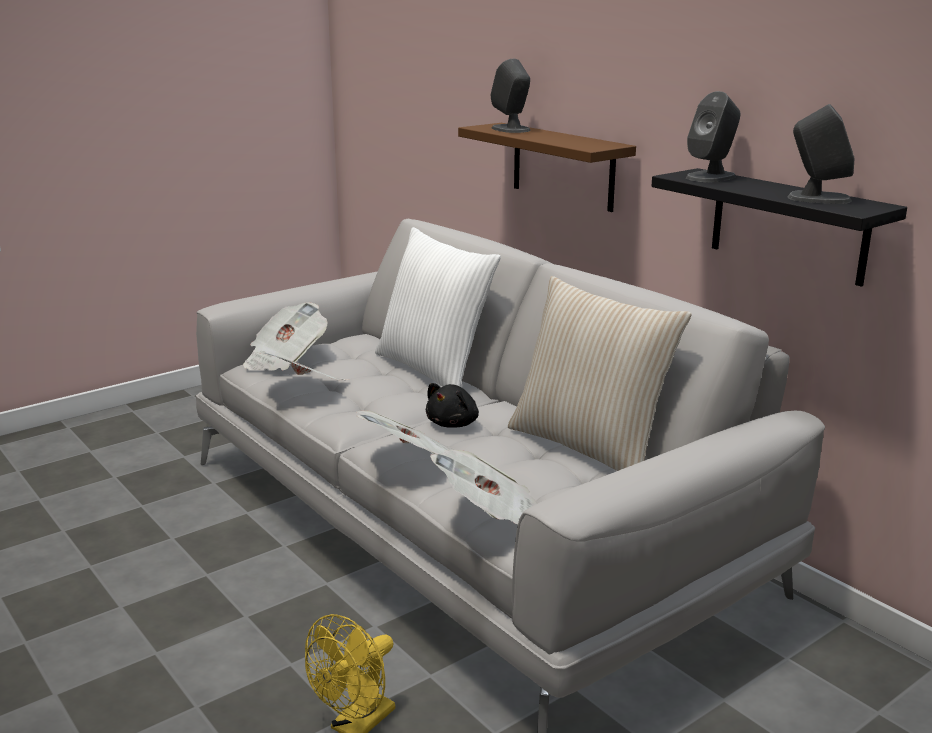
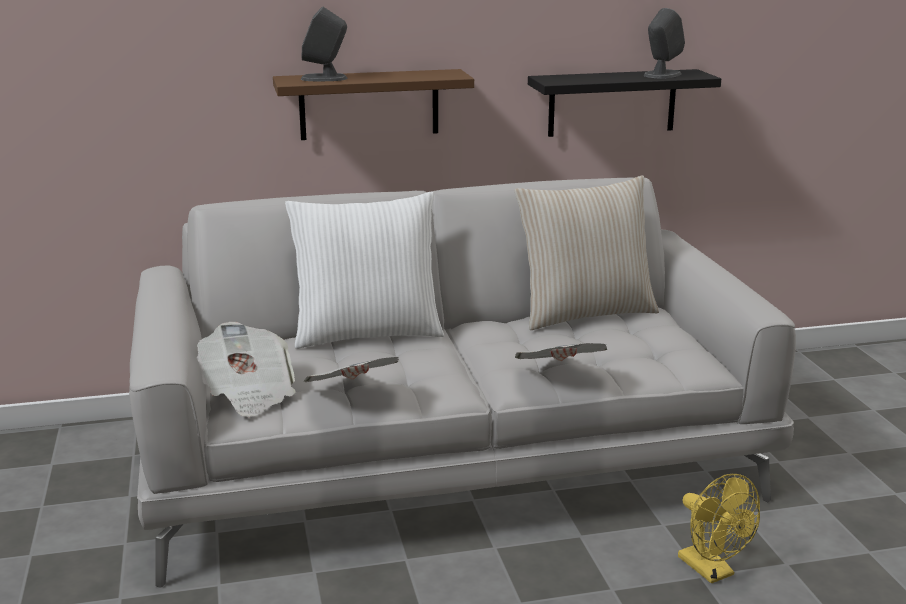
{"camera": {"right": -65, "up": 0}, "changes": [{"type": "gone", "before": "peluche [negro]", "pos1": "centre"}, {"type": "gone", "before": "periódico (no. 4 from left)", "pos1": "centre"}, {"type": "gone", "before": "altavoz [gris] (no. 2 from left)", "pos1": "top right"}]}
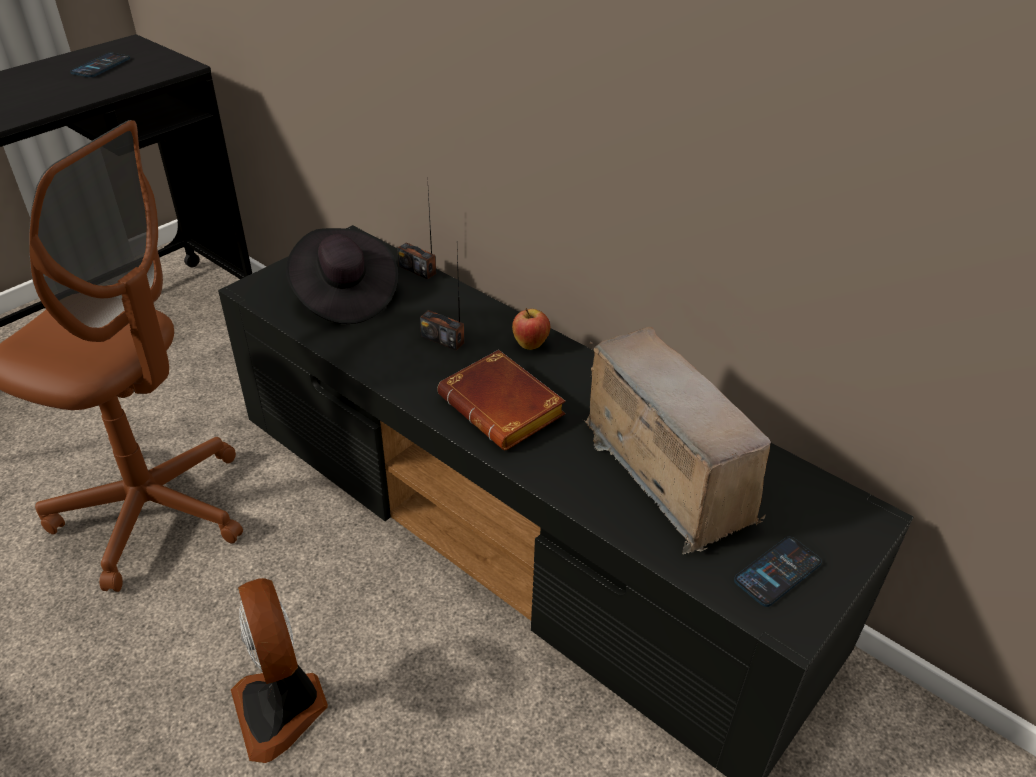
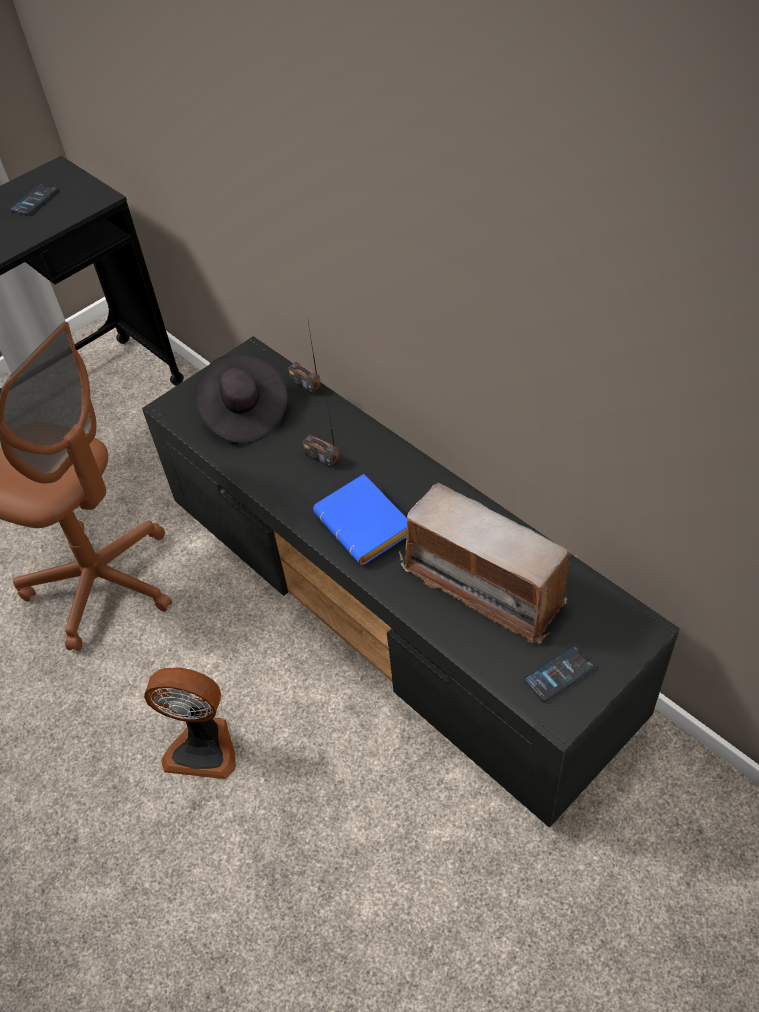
{"camera": {"right": 10, "up": 10}, "changes": [{"type": "rotated", "before": "ventilador", "pos1": "bottom left", "pos2": "bottom left", "turn": -60}, {"type": "repainted", "before": "libro [marrón]", "after": "libro [azul]", "pos1": "centre", "pos2": "centre"}, {"type": "rotated", "before": "radio (no. 3 from left)", "pos1": "centre", "pos2": "centre", "turn": 150}, {"type": "gone", "before": "manzana", "pos1": "centre"}]}
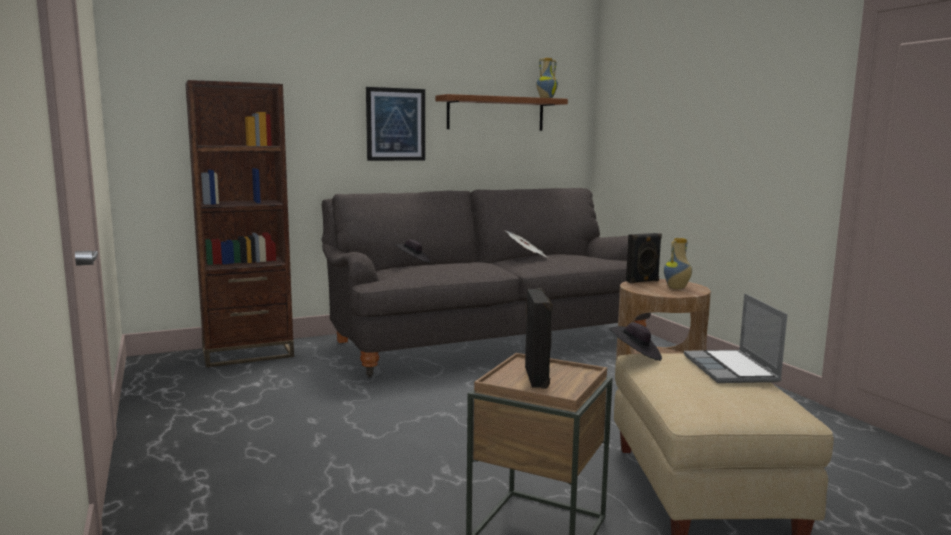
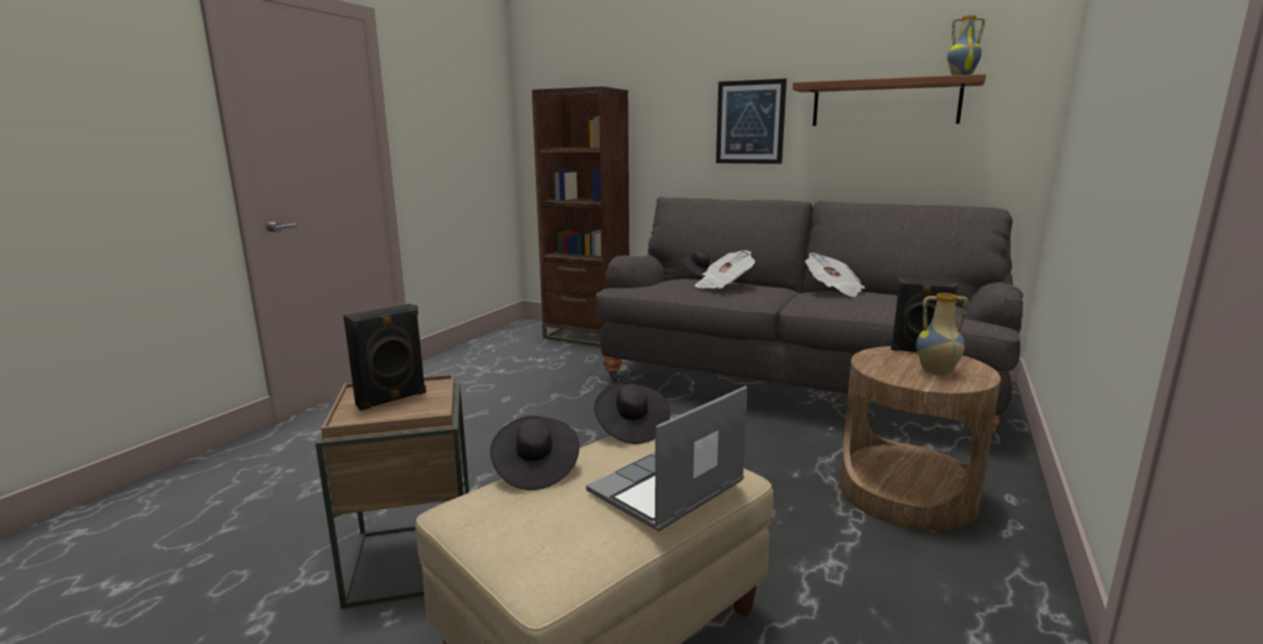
{"camera": {"right": 50, "up": 5}, "changes": [{"type": "new", "after": "sombrero [negro] (no. 1 from left)", "pos2": "bottom centre"}, {"type": "new", "after": "periódico (no. 1 from left)", "pos2": "centre"}]}
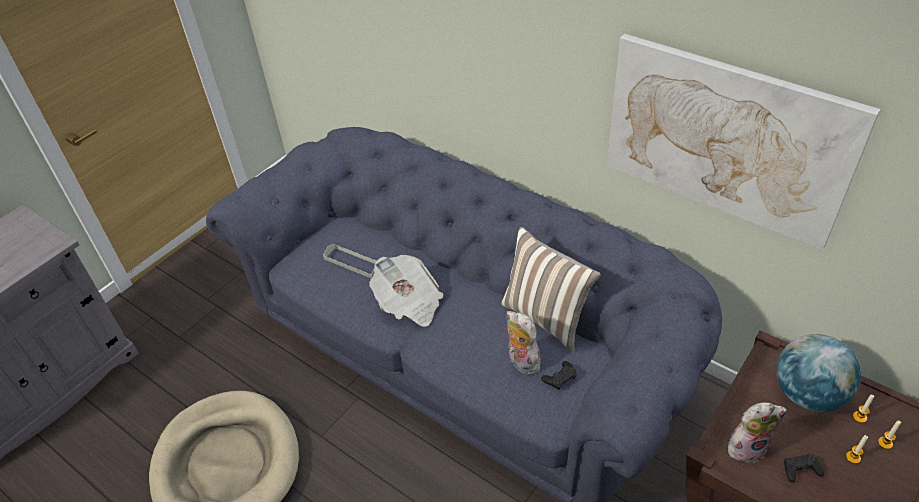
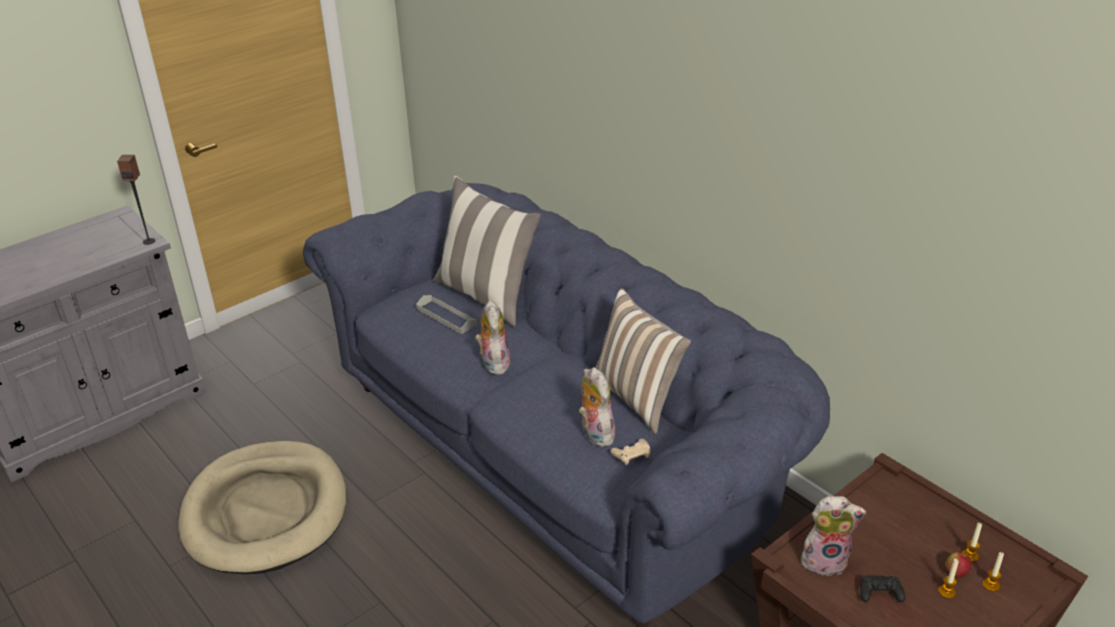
{"camera": {"right": 10, "up": -10}, "changes": [{"type": "new", "after": "altavoz", "pos2": "top left"}, {"type": "new", "after": "cojín (no. 1 from left)", "pos2": "centre"}, {"type": "swapped", "before": "periódico", "after": "peluche (no. 1 from left)", "pos1": "centre", "pos2": "centre"}, {"type": "repainted", "before": "mando de consola [negro] (no. 1 from left)", "after": "mando de consola [beis]", "pos1": "bottom centre", "pos2": "bottom centre"}, {"type": "new", "after": "manzana", "pos2": "bottom right"}, {"type": "gone", "before": "cuadro", "pos1": "top right"}, {"type": "gone", "before": "globo terráqueo", "pos1": "bottom right"}]}
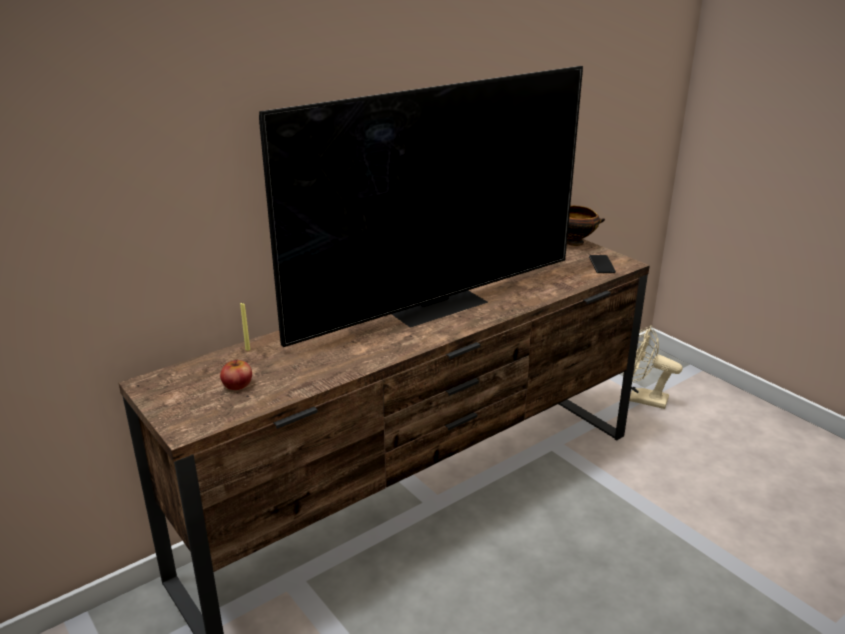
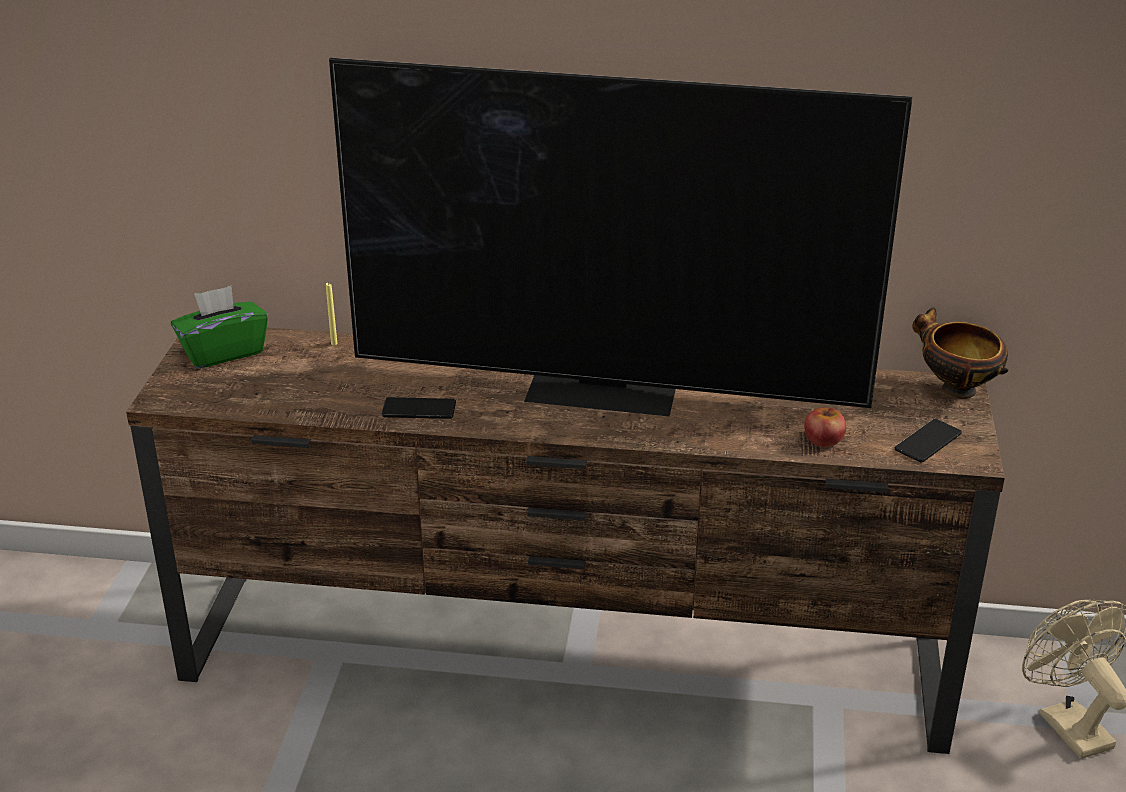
{"camera": {"right": 45, "up": 5}, "changes": [{"type": "new", "after": "caja de pañuelos [verde]", "pos2": "middle left"}, {"type": "new", "after": "móvil (no. 1 from left)", "pos2": "centre"}, {"type": "shifted", "before": "manzana", "pos1": "middle left", "pos2": "middle right"}]}
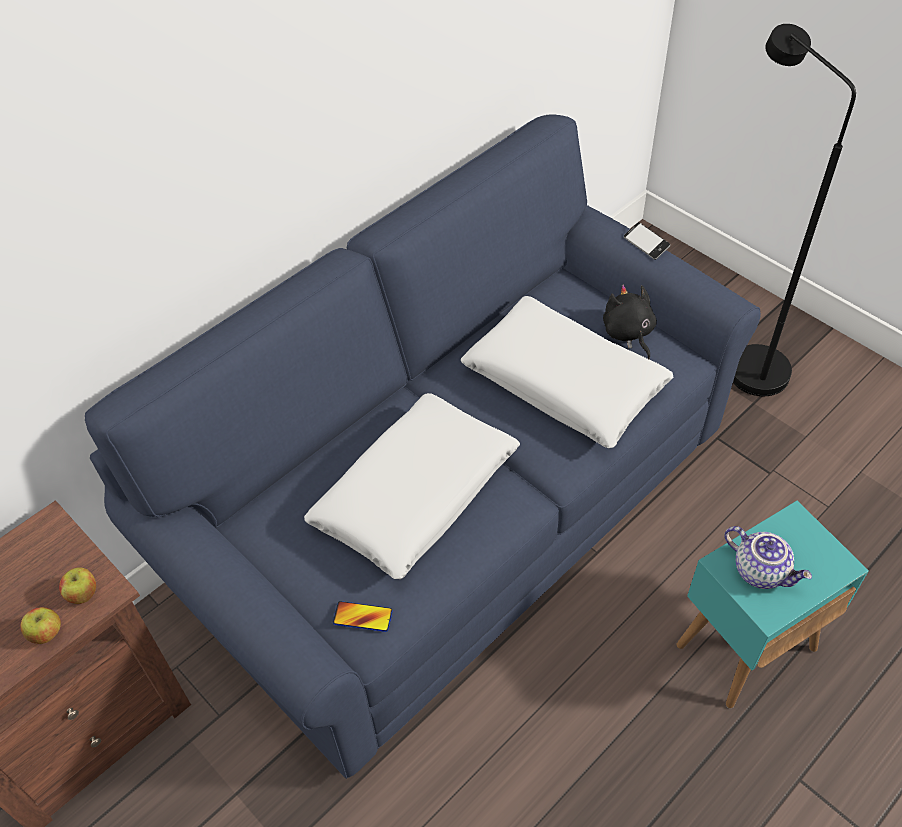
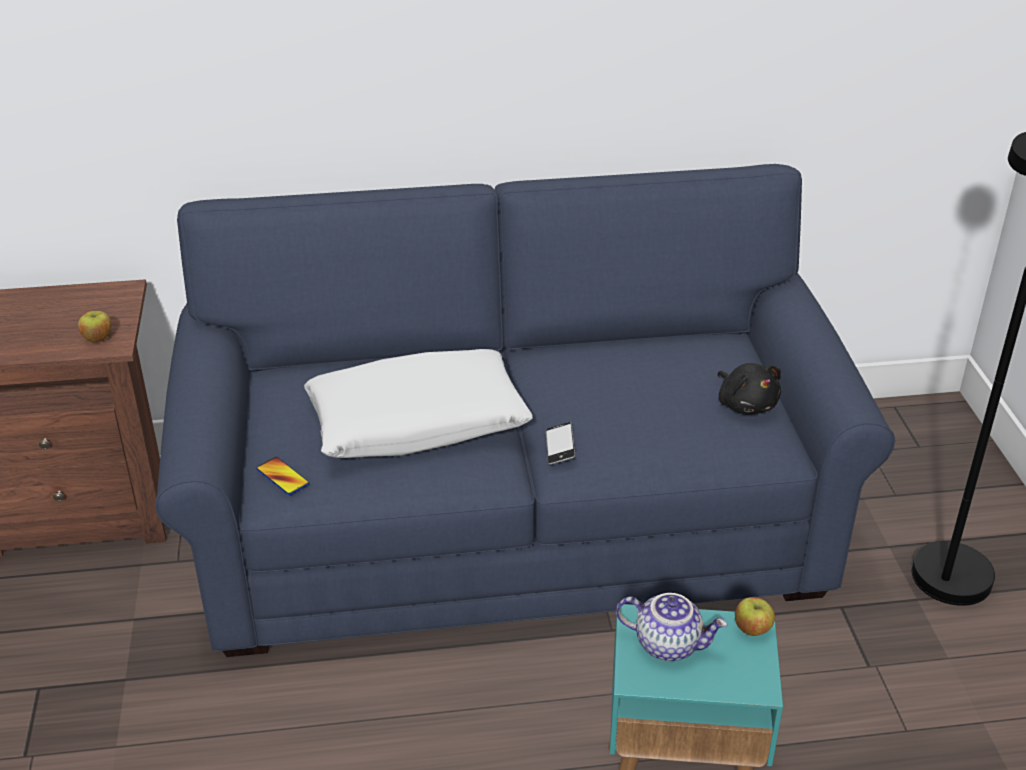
{"camera": {"right": 35, "up": -15}, "changes": [{"type": "shifted", "before": "móvil (no. 2 from left)", "pos1": "top right", "pos2": "centre"}, {"type": "rotated", "before": "tetera", "pos1": "bottom right", "pos2": "bottom centre", "turn": -60}, {"type": "rotated", "before": "peluche [negro]", "pos1": "middle right", "pos2": "middle right", "turn": 135}, {"type": "shifted", "before": "manzana (no. 1 from left in the first image)", "after": "manzana (no. 2 from left)", "pos1": "bottom left", "pos2": "bottom right"}, {"type": "gone", "before": "cojín [blanco] (no. 2 from left)", "pos1": "centre"}]}
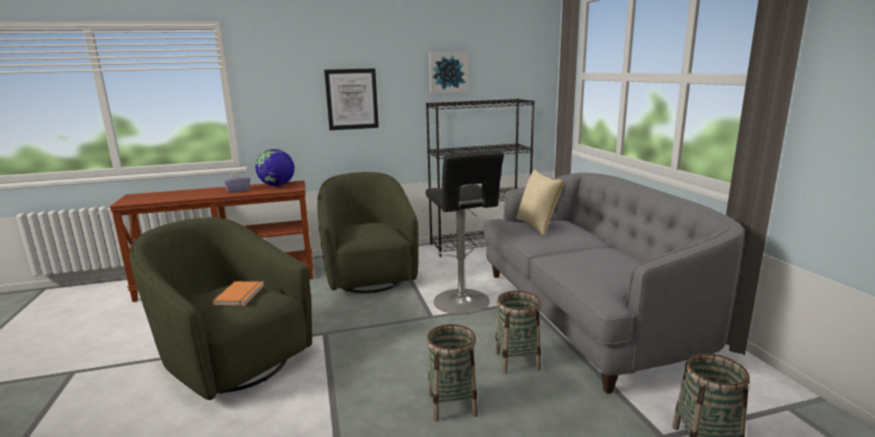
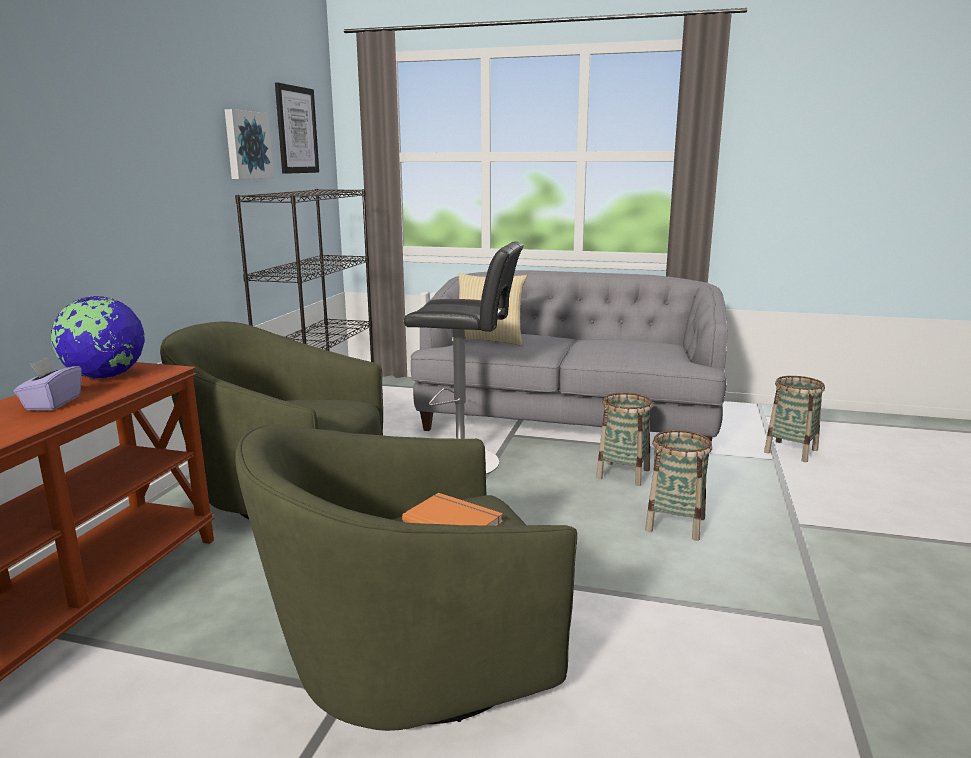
{"camera": {"right": -60, "up": 0}, "changes": [{"type": "shifted", "before": "cuadro (no. 1 from left in the first image)", "after": "cuadro (no. 2 from left)", "pos1": "top centre", "pos2": "top left"}]}
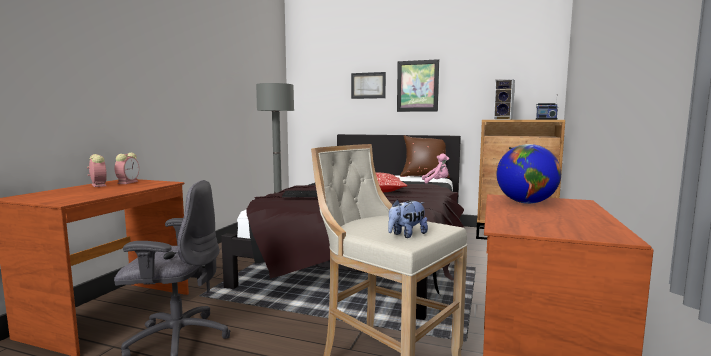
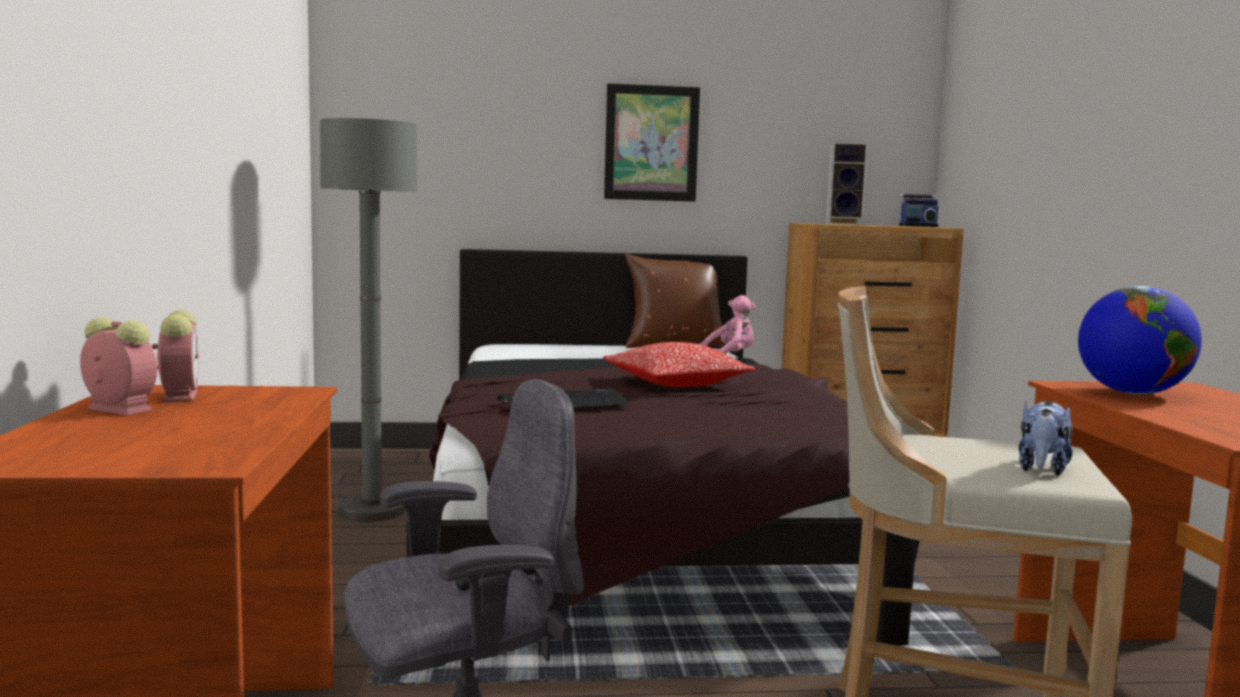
{"camera": {"right": -25, "up": 0}, "changes": [{"type": "gone", "before": "cuadro (no. 1 from left)", "pos1": "top centre"}]}
